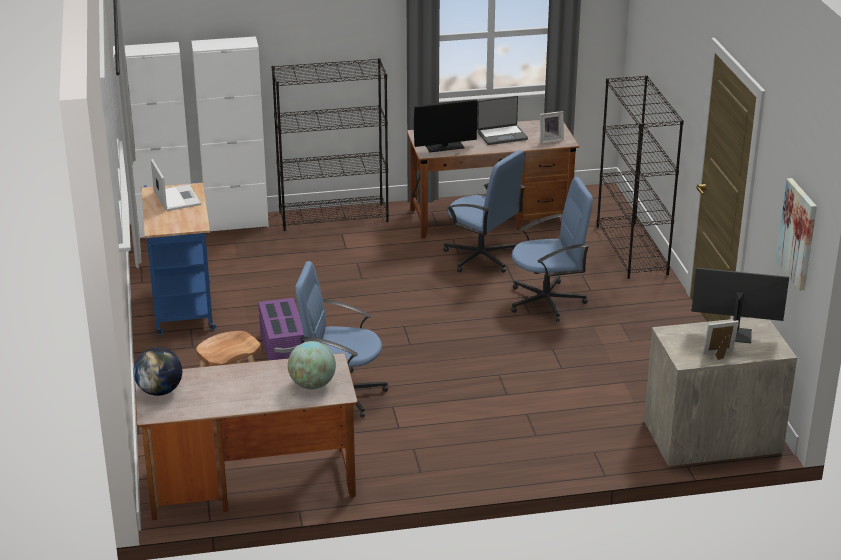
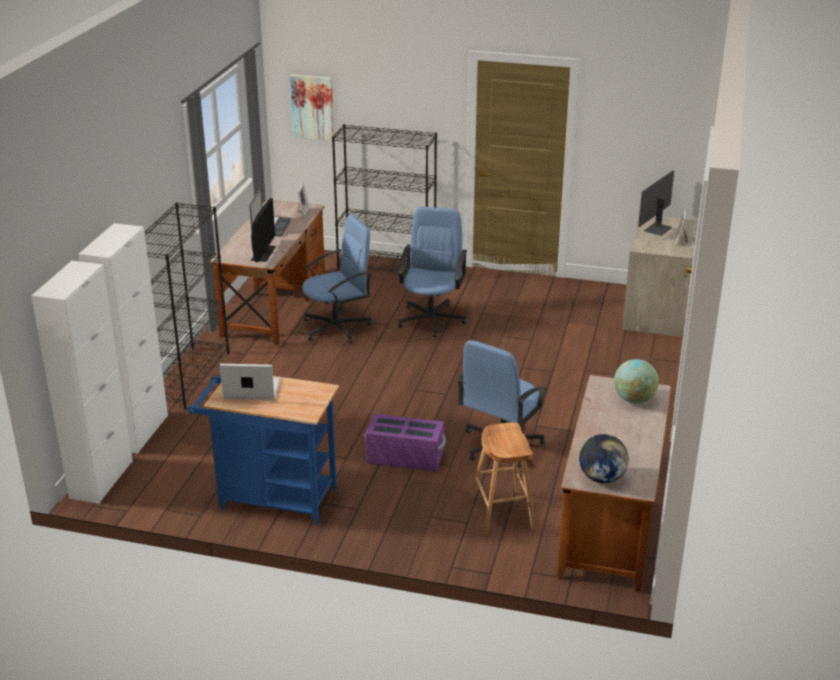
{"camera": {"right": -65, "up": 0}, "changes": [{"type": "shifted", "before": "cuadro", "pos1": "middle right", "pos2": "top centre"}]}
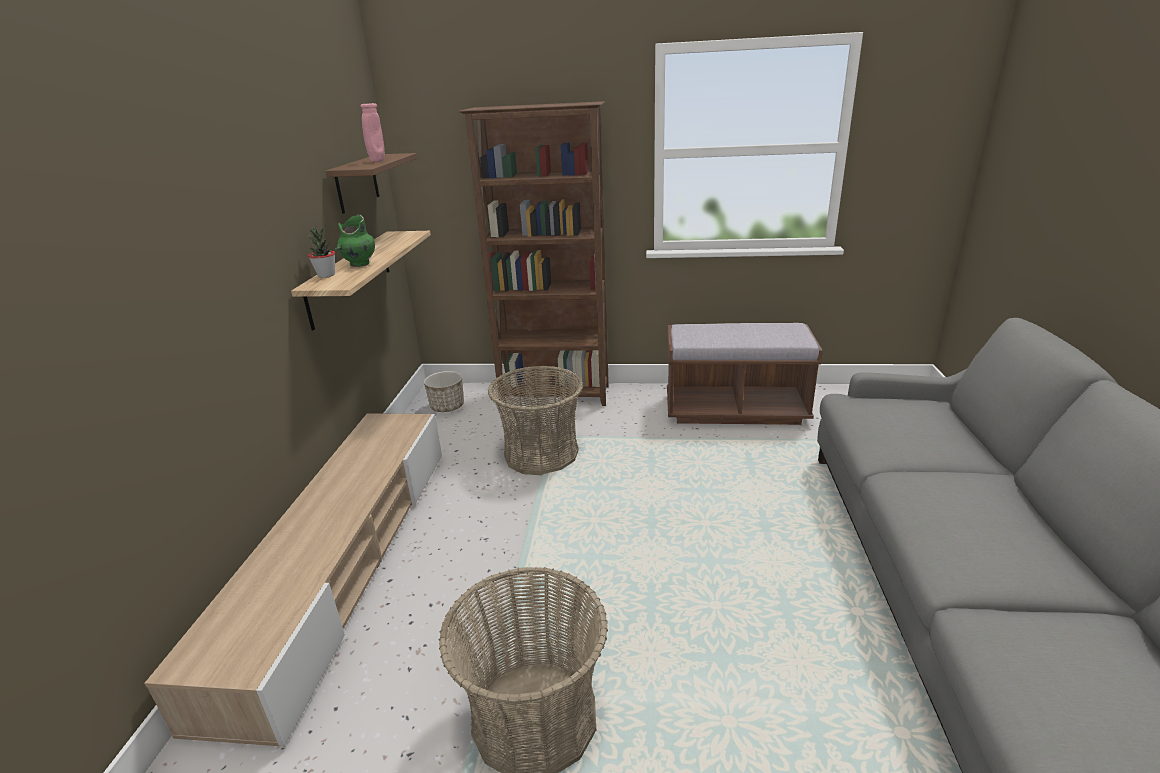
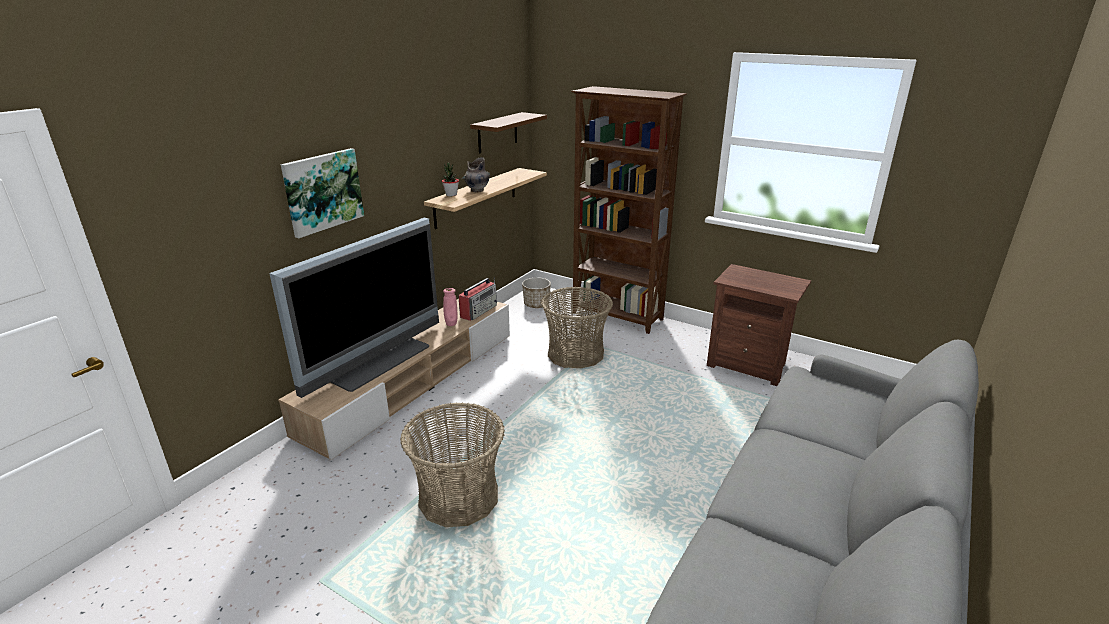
{"camera": {"right": 25, "up": 0}, "changes": [{"type": "new", "after": "televisor", "pos2": "middle left"}, {"type": "new", "after": "cuadro", "pos2": "top left"}, {"type": "shifted", "before": "florero [rosa]", "pos1": "top left", "pos2": "centre"}, {"type": "new", "after": "radio", "pos2": "centre"}, {"type": "repainted", "before": "florero [verde]", "after": "florero [gris]", "pos1": "top left", "pos2": "top centre"}, {"type": "swapped", "before": "banco [marrón]", "after": "mesita de noche [marrón]", "pos1": "centre", "pos2": "middle right"}]}
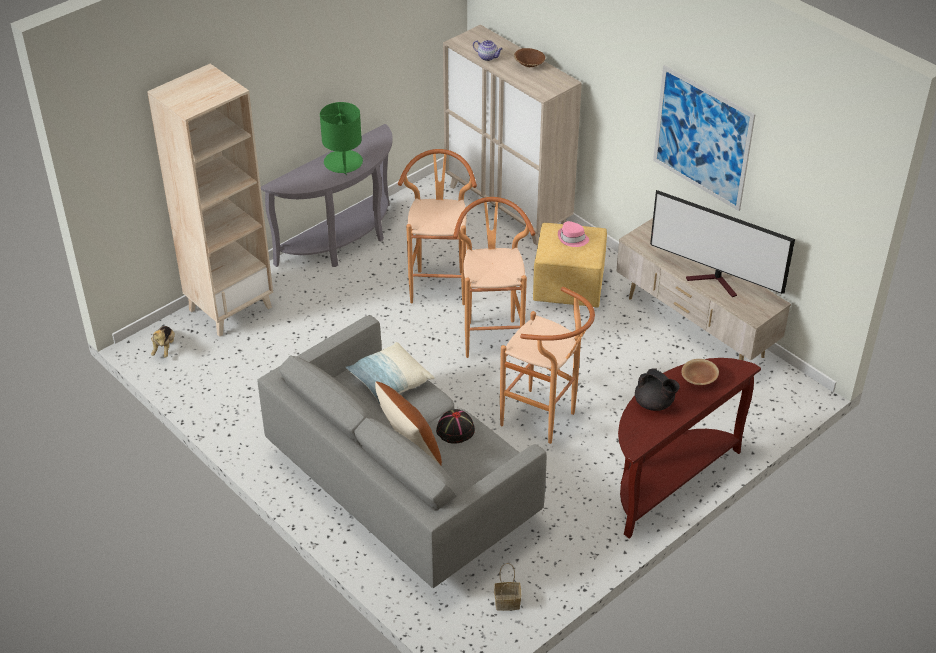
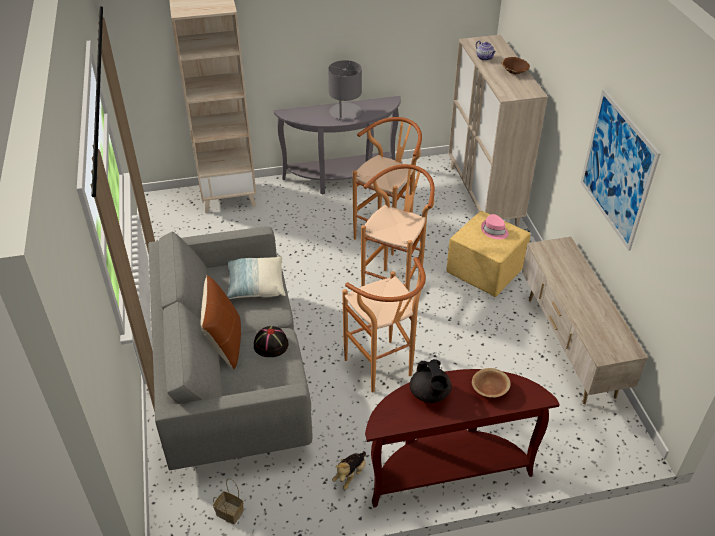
{"camera": {"right": 30, "up": 0}, "changes": [{"type": "repainted", "before": "lámpara de mesa [verde]", "after": "lámpara de mesa [gris]", "pos1": "top centre", "pos2": "top centre"}, {"type": "shifted", "before": "peluche", "pos1": "middle left", "pos2": "bottom centre"}, {"type": "gone", "before": "televisor", "pos1": "middle right"}]}
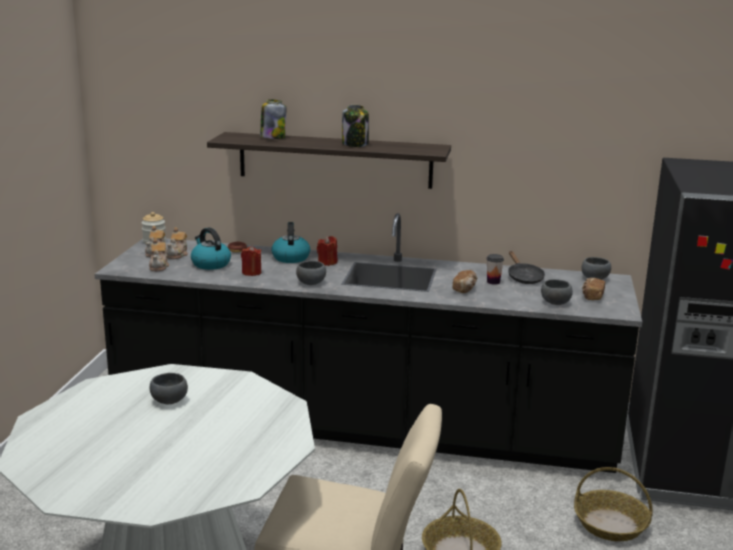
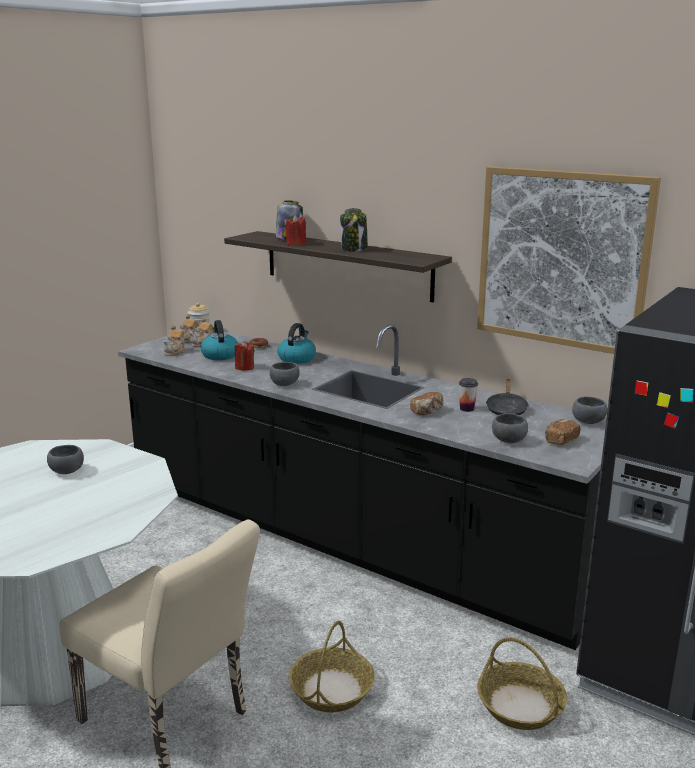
{"camera": {"right": 25, "up": 0}, "changes": [{"type": "shifted", "before": "vela [rojo] (no. 2 from left)", "pos1": "centre", "pos2": "top centre"}, {"type": "new", "after": "cuadro", "pos2": "middle right"}]}
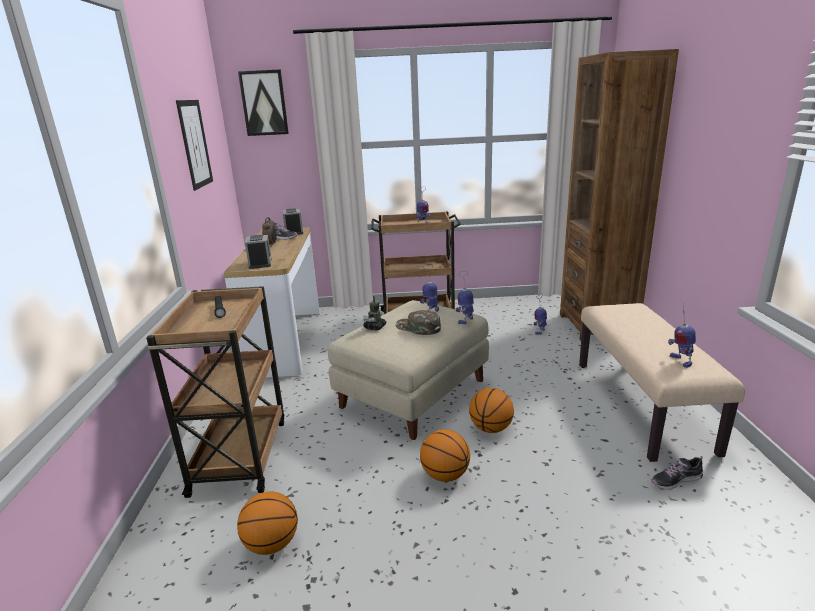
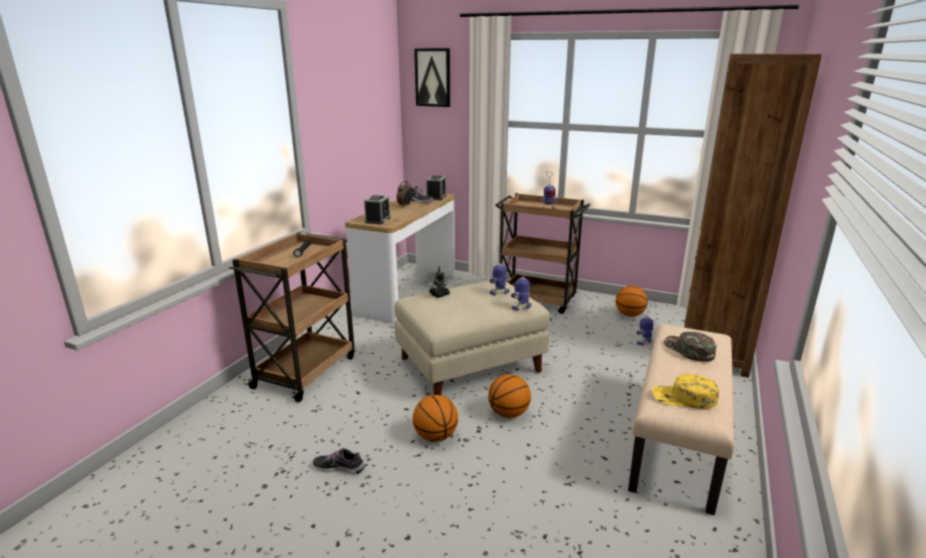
{"camera": {"right": 25, "up": 0}, "changes": [{"type": "shifted", "before": "zapato (no. 2 from left in the first image)", "after": "zapato (no. 1 from left)", "pos1": "bottom right", "pos2": "bottom centre"}, {"type": "shifted", "before": "balón de baloncesto (no. 1 from left in the first image)", "after": "balón de baloncesto (no. 3 from left)", "pos1": "bottom left", "pos2": "middle right"}, {"type": "swapped", "before": "robot de juguete (no. 6 from left)", "after": "gorra [amarillo]", "pos1": "middle right", "pos2": "bottom right"}, {"type": "shifted", "before": "gorra [verde]", "pos1": "centre", "pos2": "middle right"}, {"type": "gone", "before": "cuadro (no. 1 from left)", "pos1": "top left"}]}
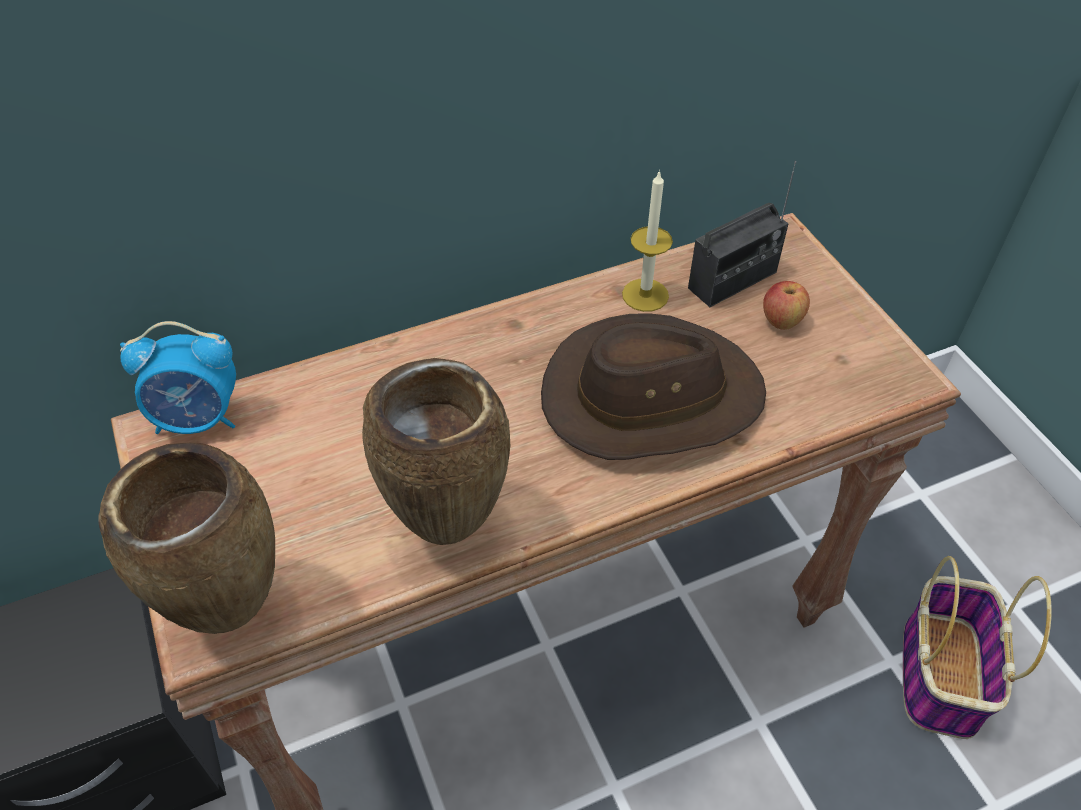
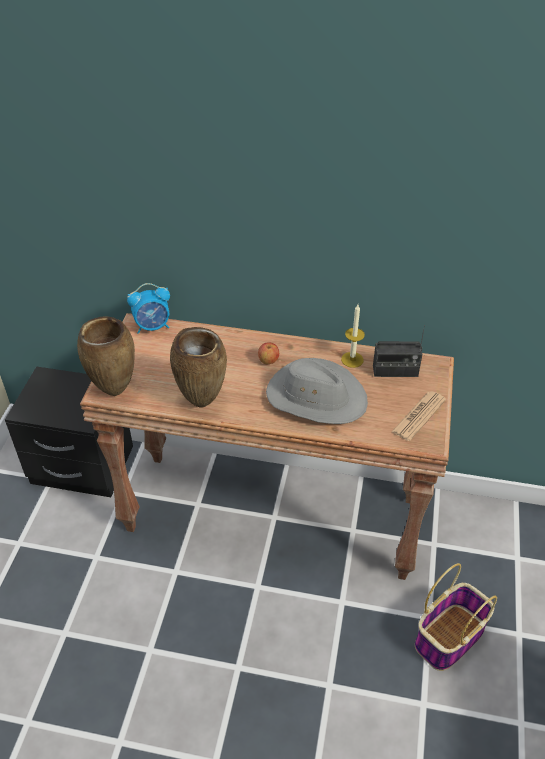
{"camera": {"right": 35, "up": -5}, "changes": [{"type": "rotated", "before": "despertador", "pos1": "middle left", "pos2": "middle left", "turn": -45}, {"type": "shifted", "before": "manzana", "pos1": "middle right", "pos2": "centre"}, {"type": "repainted", "before": "sombrero [marrón]", "after": "sombrero [gris]", "pos1": "centre", "pos2": "centre"}, {"type": "new", "after": "periódico", "pos2": "middle right"}]}
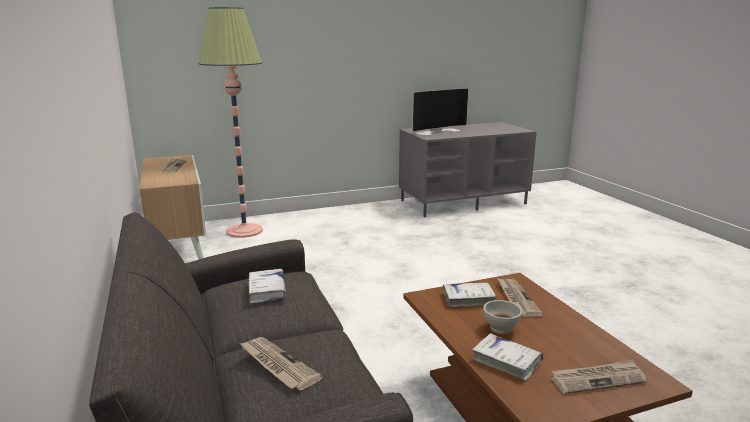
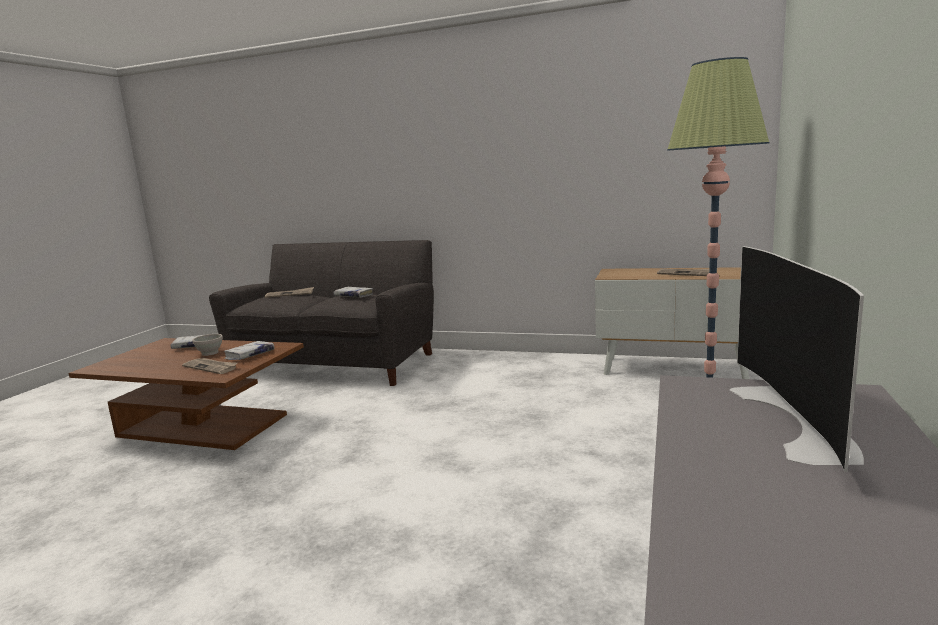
{"camera": {"right": 130, "up": -5}, "changes": [{"type": "gone", "before": "periódico (no. 4 from left)", "pos1": "bottom right"}]}
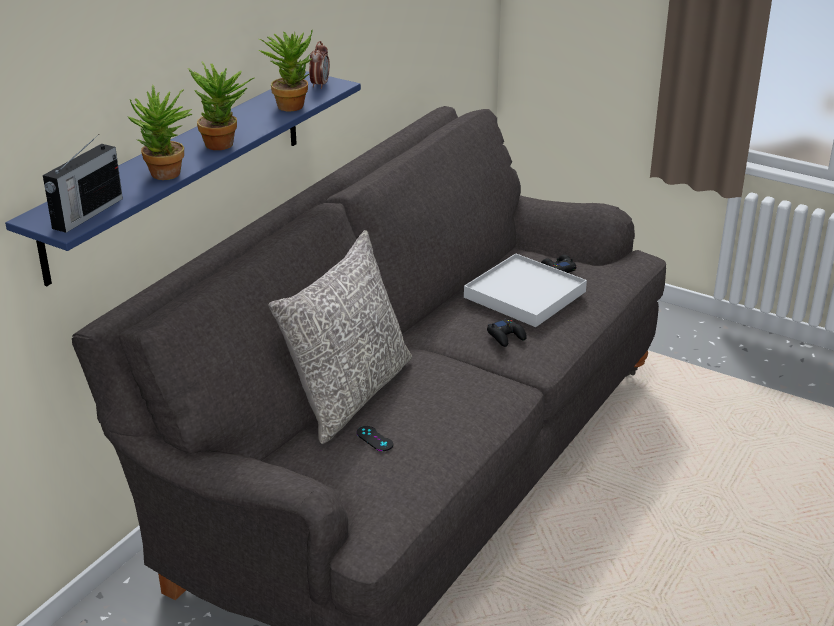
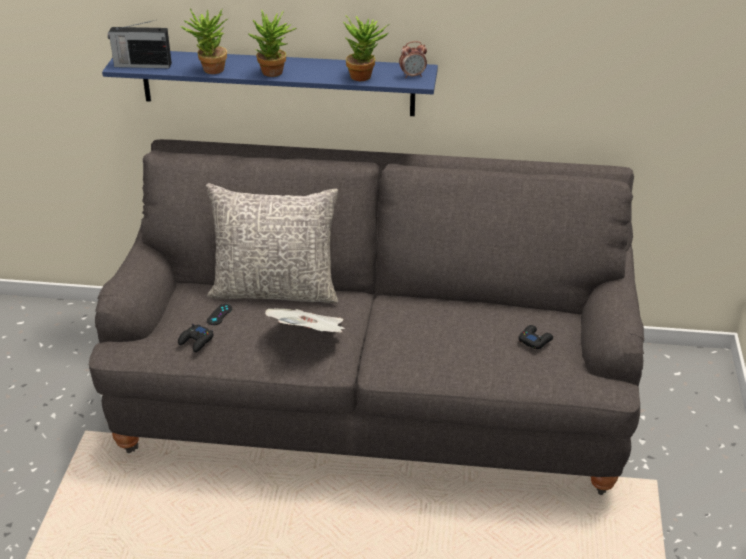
{"camera": {"right": 65, "up": 5}, "changes": [{"type": "shifted", "before": "mando de consola [negro] (no. 2 from left in the first image)", "after": "mando de consola [negro] (no. 1 from left)", "pos1": "centre", "pos2": "middle left"}, {"type": "new", "after": "periódico", "pos2": "centre"}, {"type": "gone", "before": "bandeja [blanco]", "pos1": "centre"}]}
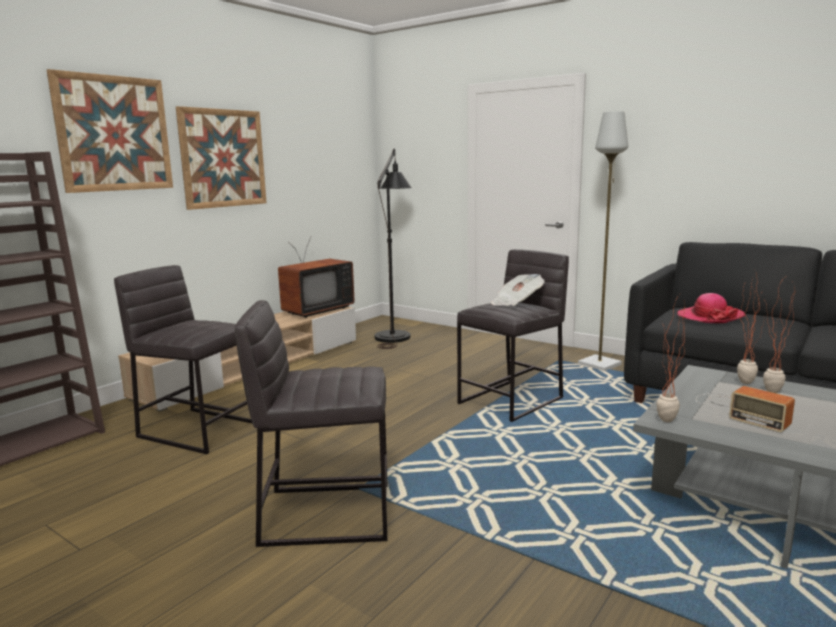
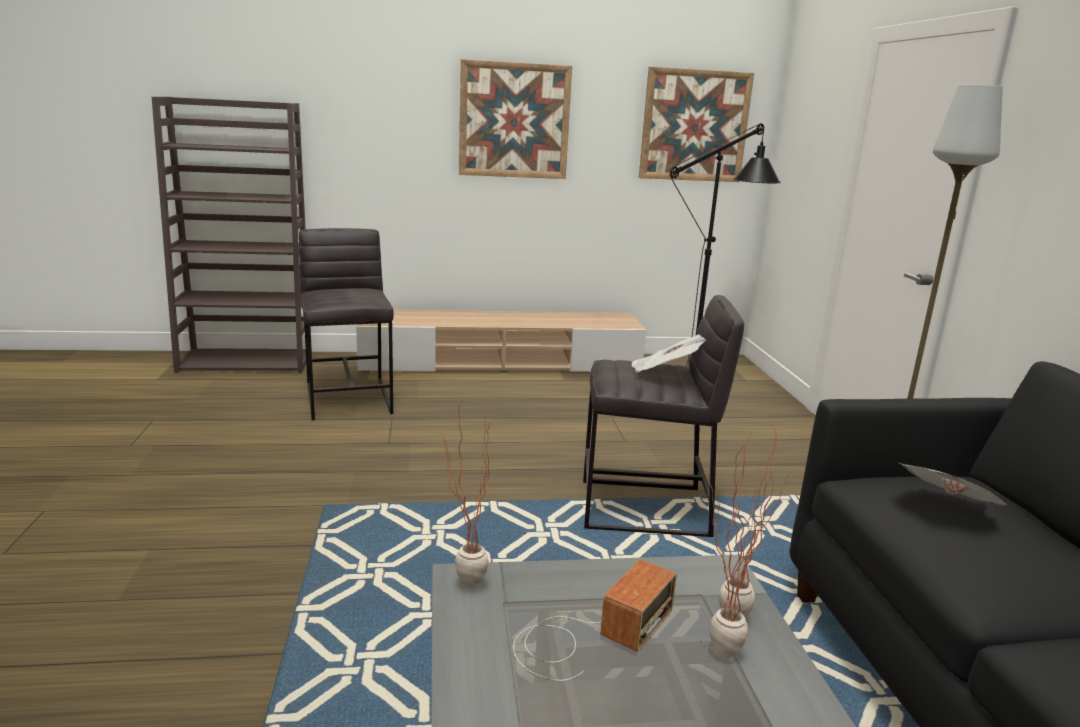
{"camera": {"right": 45, "up": 5}, "changes": [{"type": "rotated", "before": "radio", "pos1": "middle right", "pos2": "bottom centre", "turn": -150}, {"type": "shifted", "before": "cuadro (no. 1 from left in the first image)", "after": "cuadro (no. 2 from left)", "pos1": "top left", "pos2": "top centre"}, {"type": "swapped", "before": "sombrero", "after": "periódico (no. 2 from left)", "pos1": "middle right", "pos2": "middle right"}, {"type": "gone", "before": "taburete [gris] (no. 2 from left)", "pos1": "bottom centre"}, {"type": "gone", "before": "televisor", "pos1": "centre"}]}
